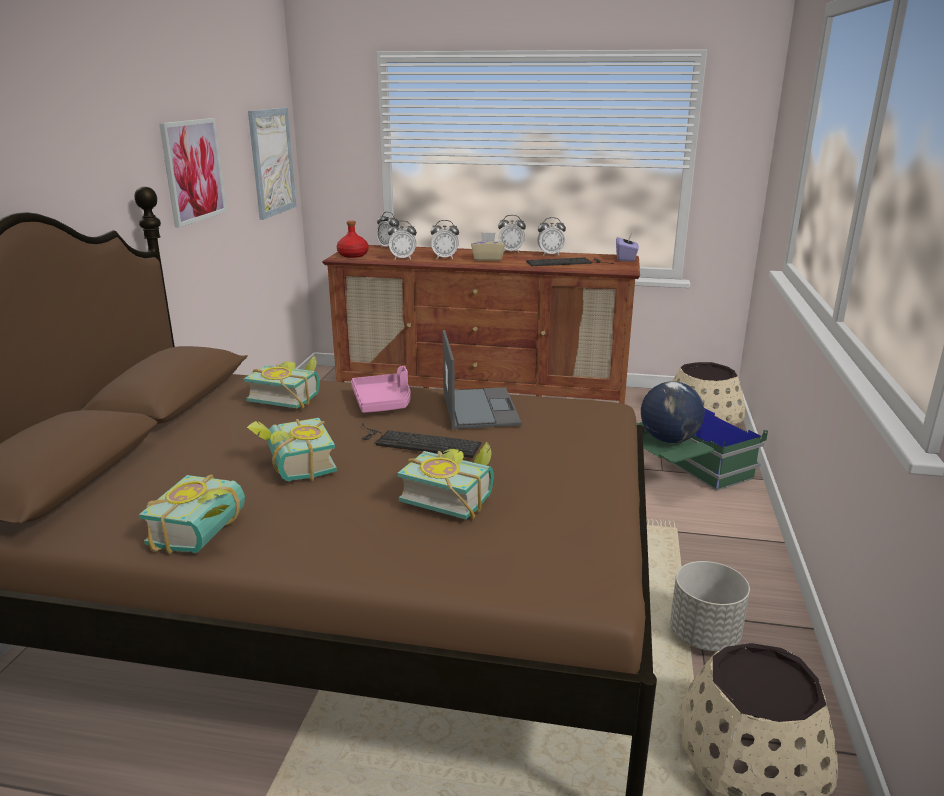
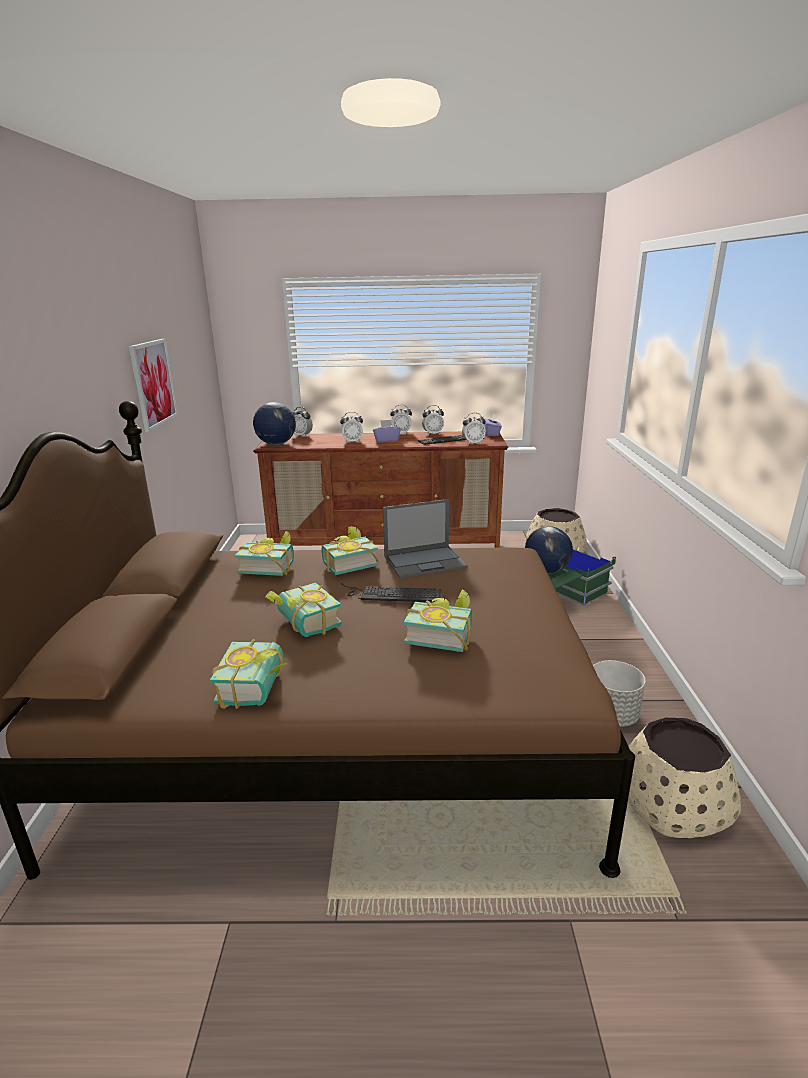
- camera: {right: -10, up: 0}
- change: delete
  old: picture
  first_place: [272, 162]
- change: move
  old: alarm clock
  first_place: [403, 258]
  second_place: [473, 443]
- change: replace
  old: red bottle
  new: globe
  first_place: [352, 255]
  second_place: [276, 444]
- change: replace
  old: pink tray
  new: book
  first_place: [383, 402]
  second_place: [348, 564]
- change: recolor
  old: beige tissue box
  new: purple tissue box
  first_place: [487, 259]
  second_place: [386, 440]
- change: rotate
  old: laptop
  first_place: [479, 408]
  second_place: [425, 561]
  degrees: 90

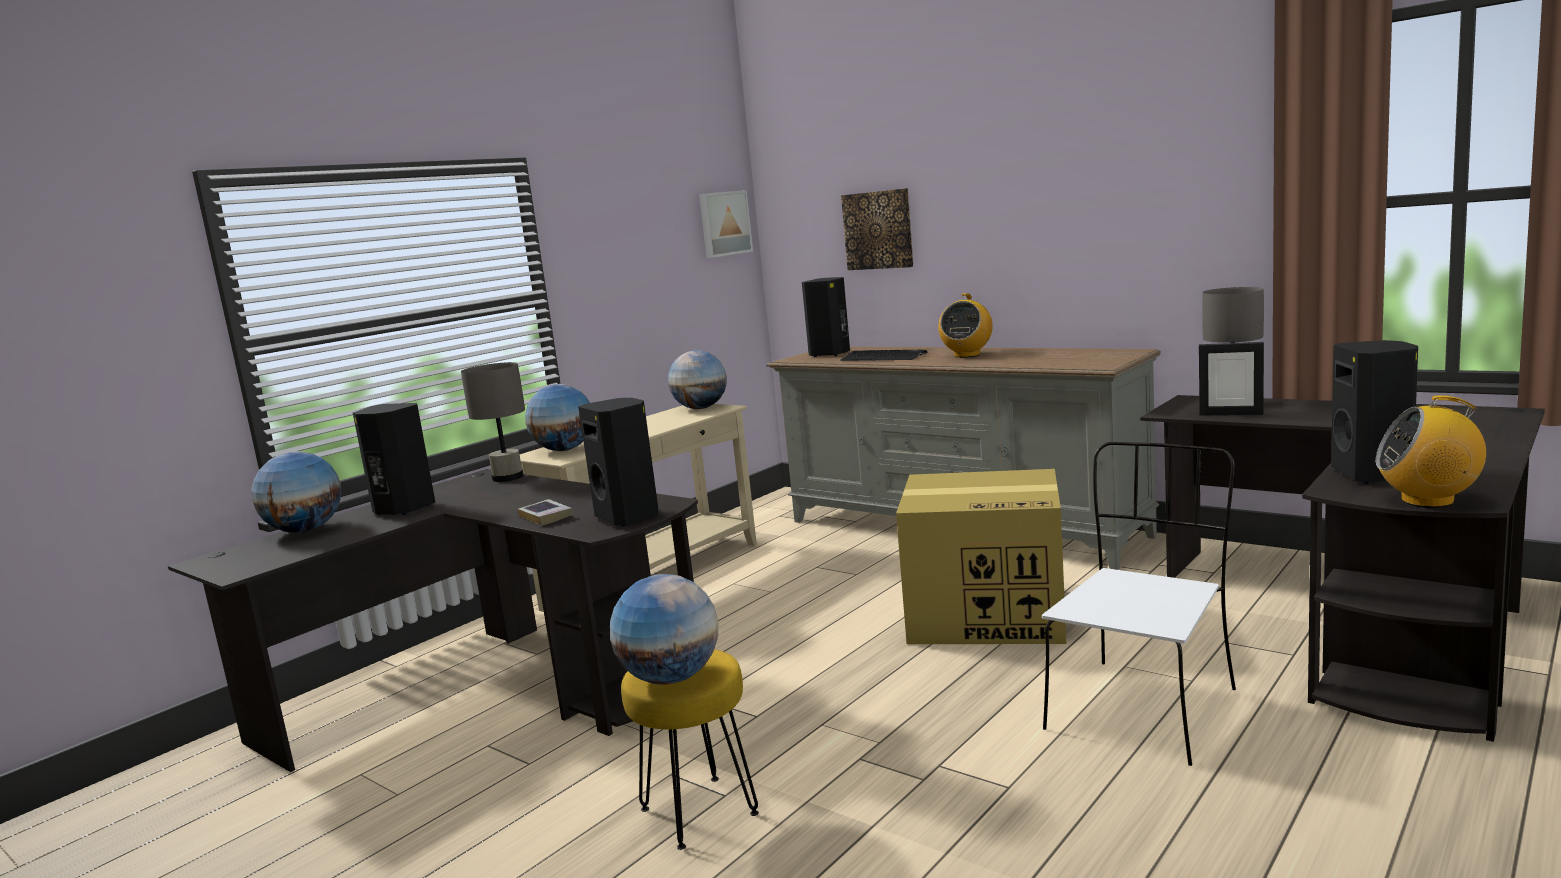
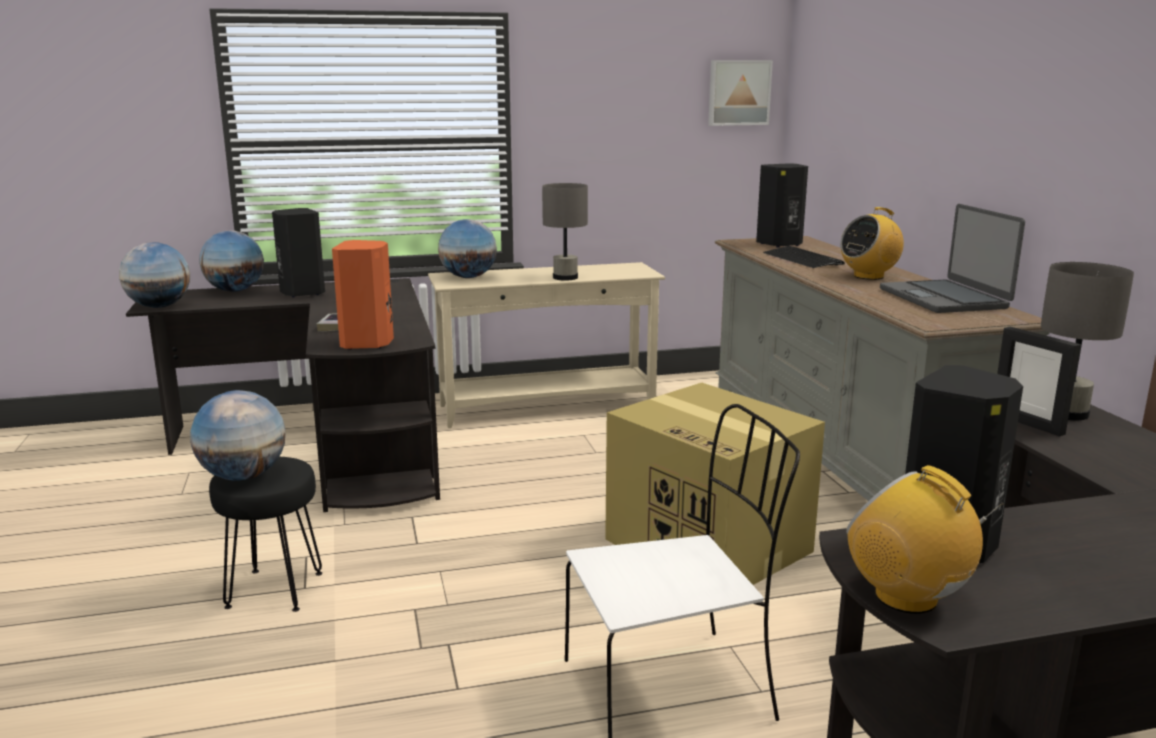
- camera: {right: 35, up: 5}
- change: delete
  old: picture
  first_place: [878, 230]
- change: insert
  new: laptop
  second_place: [944, 298]
- change: move
  old: grey table lamp
  first_place: [508, 477]
  second_place: [565, 278]
- change: move
  old: globe
  first_place: [701, 408]
  second_place: [159, 307]
- change: recolor
  old: black speaker
  new: orange speaker
  first_place: [629, 517]
  second_place: [368, 343]
- change: recolor
  old: yellow stool
  new: black stool
  first_place: [698, 812]
  second_place: [273, 590]

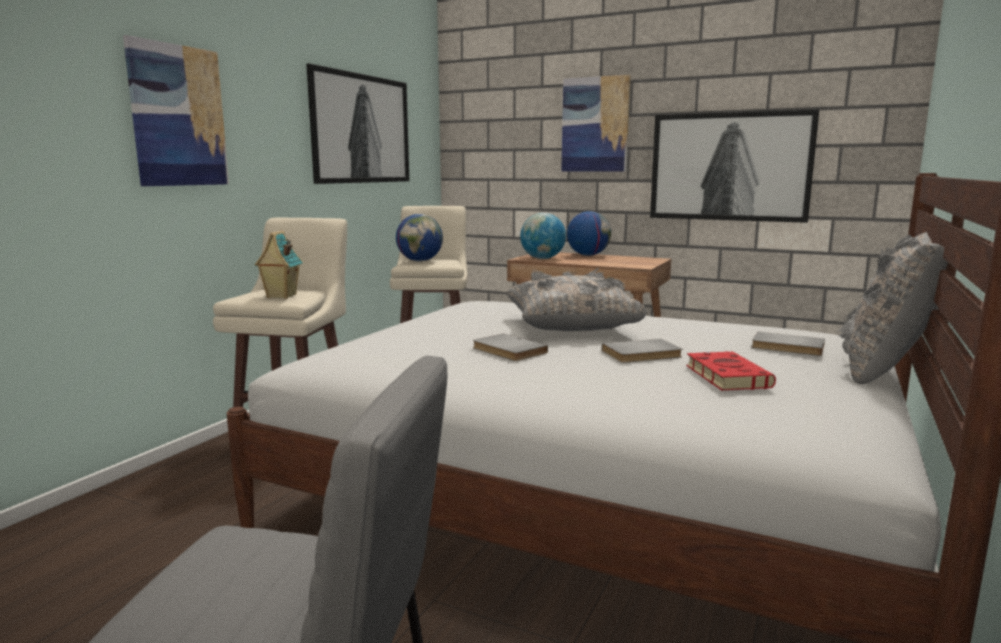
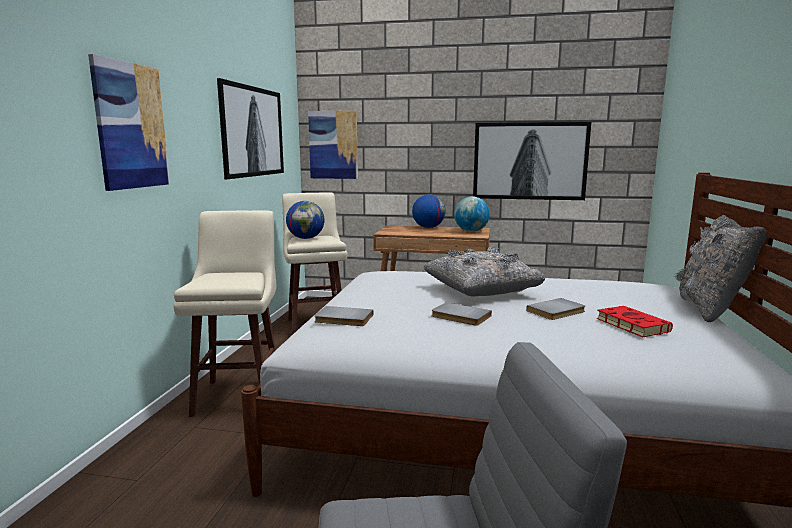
- camera: {right: -15, up: 0}
- change: delete
  old: toy house
  first_place: [280, 296]
- change: move
  old: globe
  first_place: [542, 258]
  second_place: [471, 231]
- change: move
  old: picture
  first_place: [595, 125]
  second_place: [333, 145]
- change: move
  old: grey book
  first_place: [787, 347]
  second_place: [343, 319]

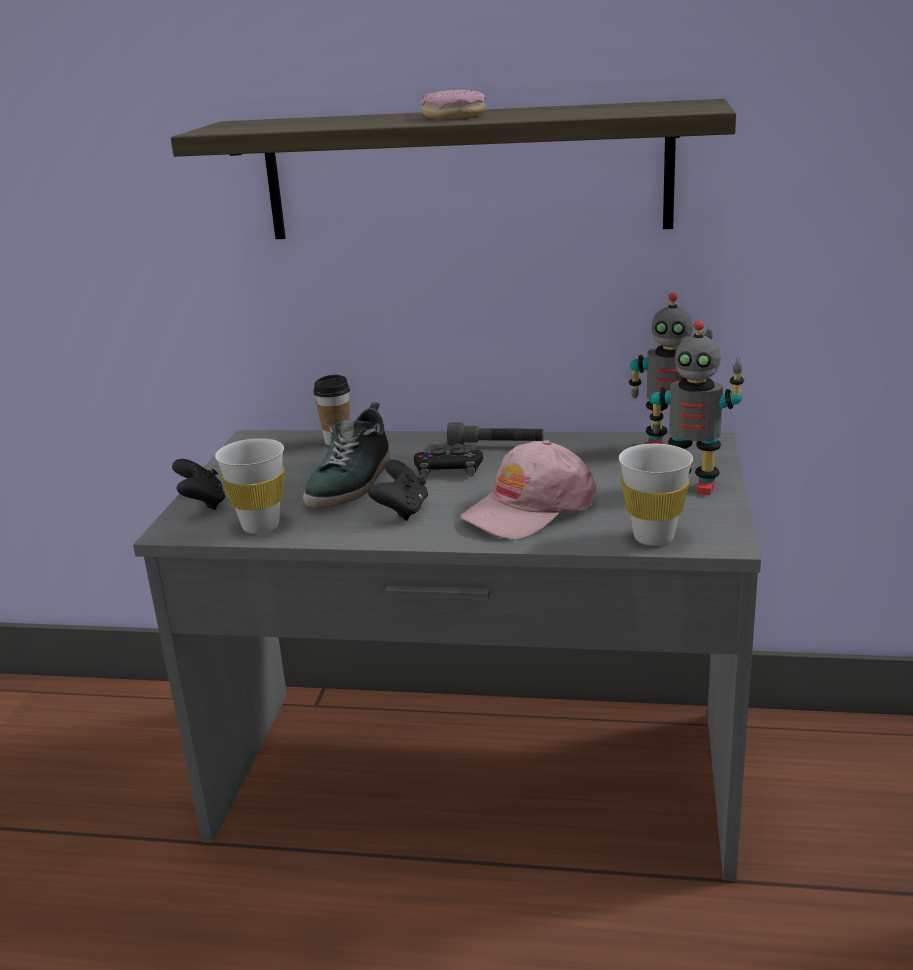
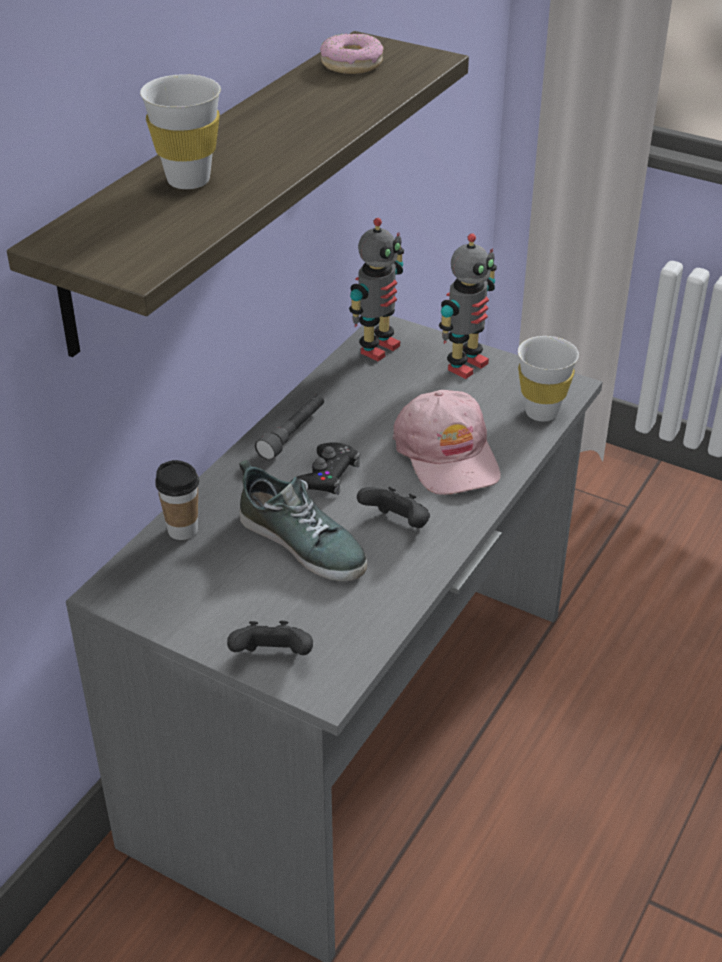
- camera: {right: -70, up: 15}
- change: move
  old: white cup
  first_place: [260, 526]
  second_place: [188, 180]
- change: move
  old: donut
  first_place: [454, 116]
  second_place: [351, 64]

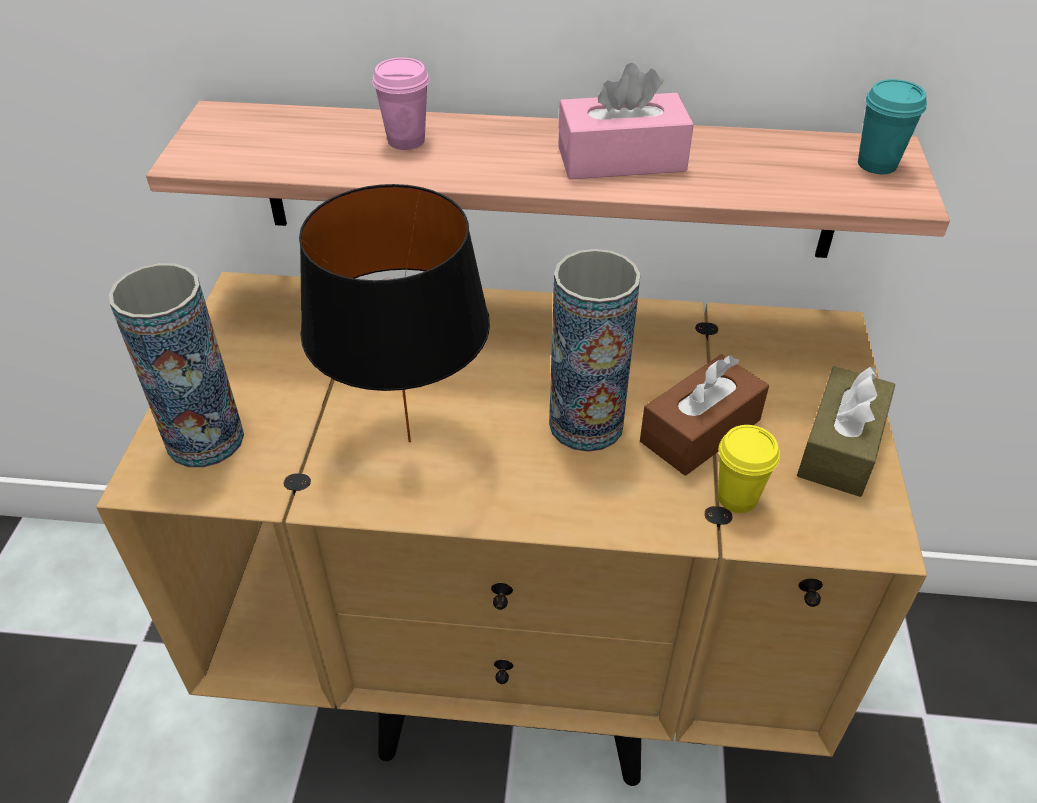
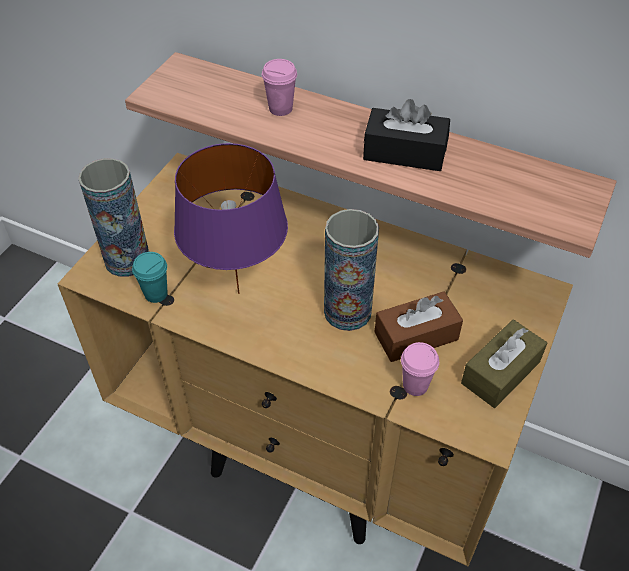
- camera: {right: 20, up: 5}
- change: move
  old: turquoise cup
  first_place: [877, 164]
  second_place: [156, 294]
- change: recolor
  old: black table lamp
  new: purple table lamp
  first_place: [408, 443]
  second_place: [237, 294]
- change: recolor
  old: pink tissue box
  new: black tissue box
  first_place: [621, 159]
  second_place: [404, 152]
- change: recolor
  old: yellow cup
  new: pink cup
  first_place: [737, 498]
  second_place: [415, 385]

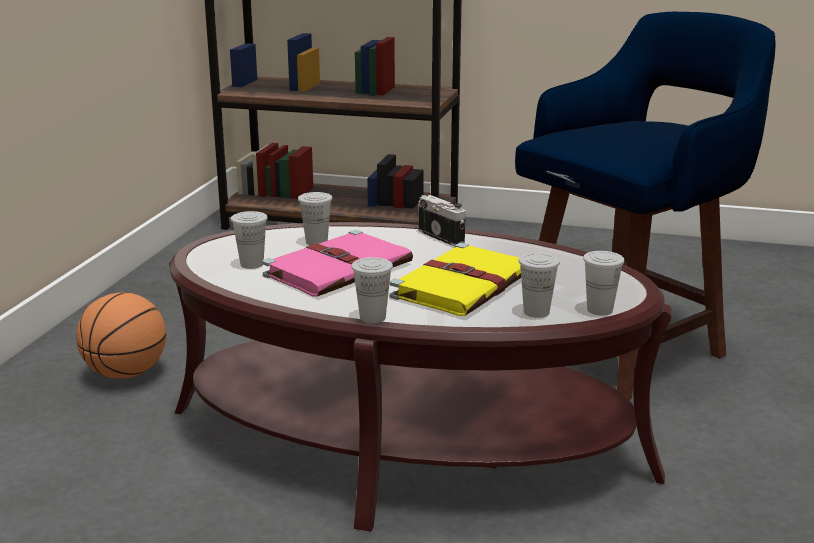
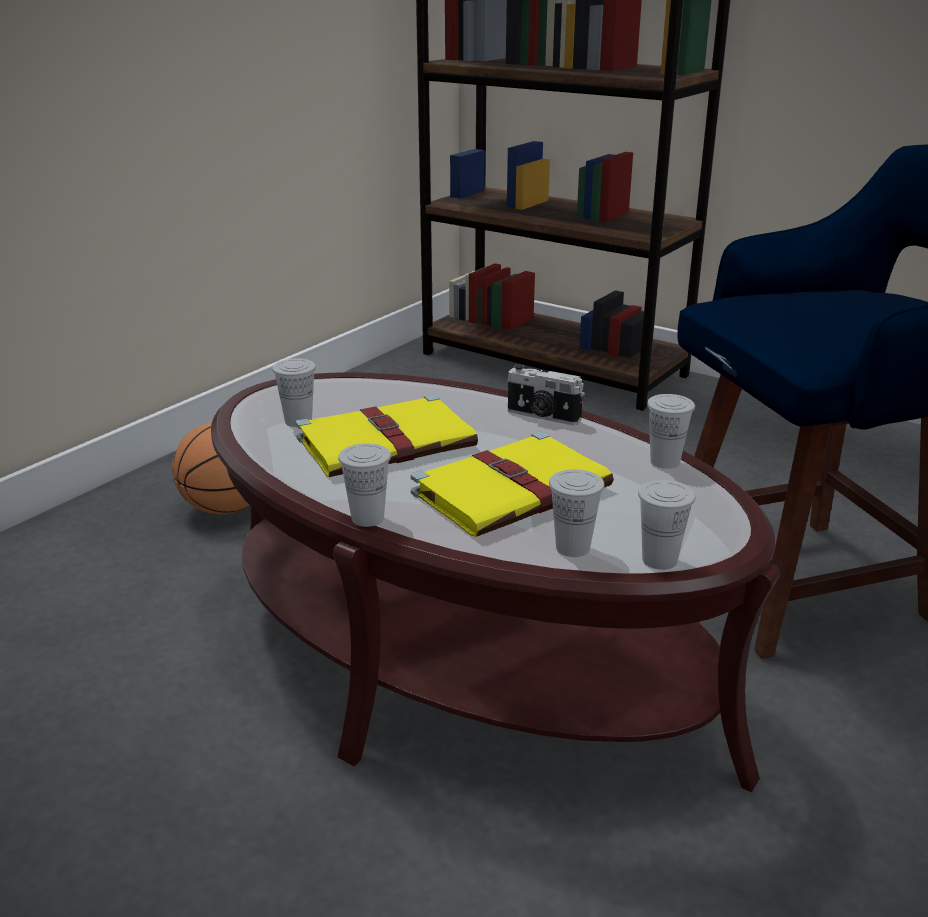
- camera: {right: 20, up: 5}
- change: move
  old: white cup
  first_place: [316, 242]
  second_place: [665, 462]
- change: recolor
  old: pink book
  new: yellow book
  first_place: [340, 268]
  second_place: [389, 442]
- change: rotate
  old: photo camera
  first_place: [442, 237]
  second_place: [542, 416]
  degrees: 135

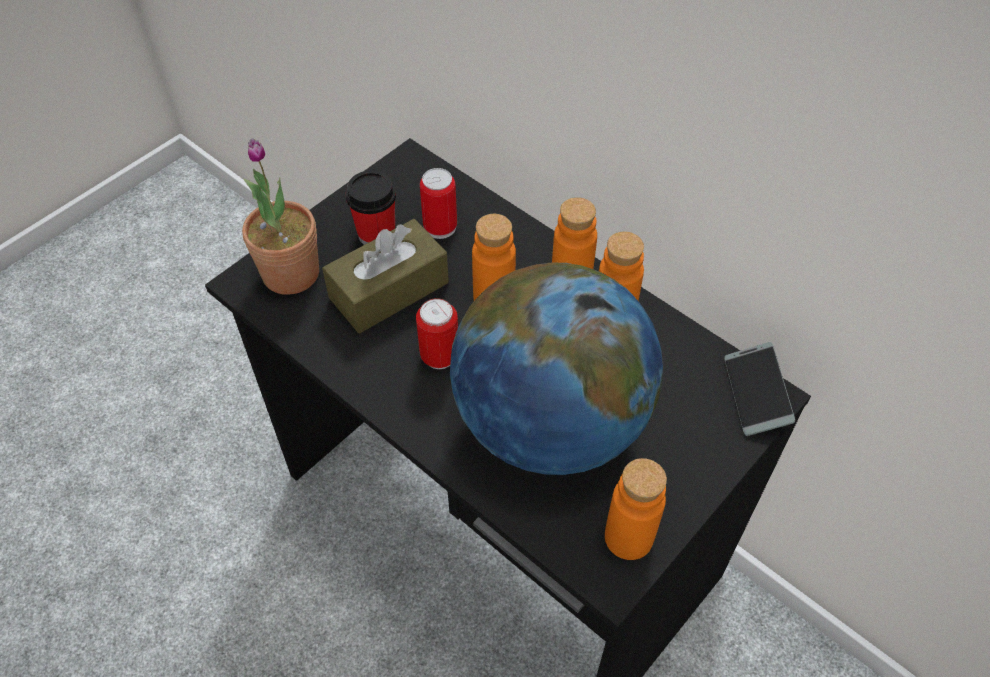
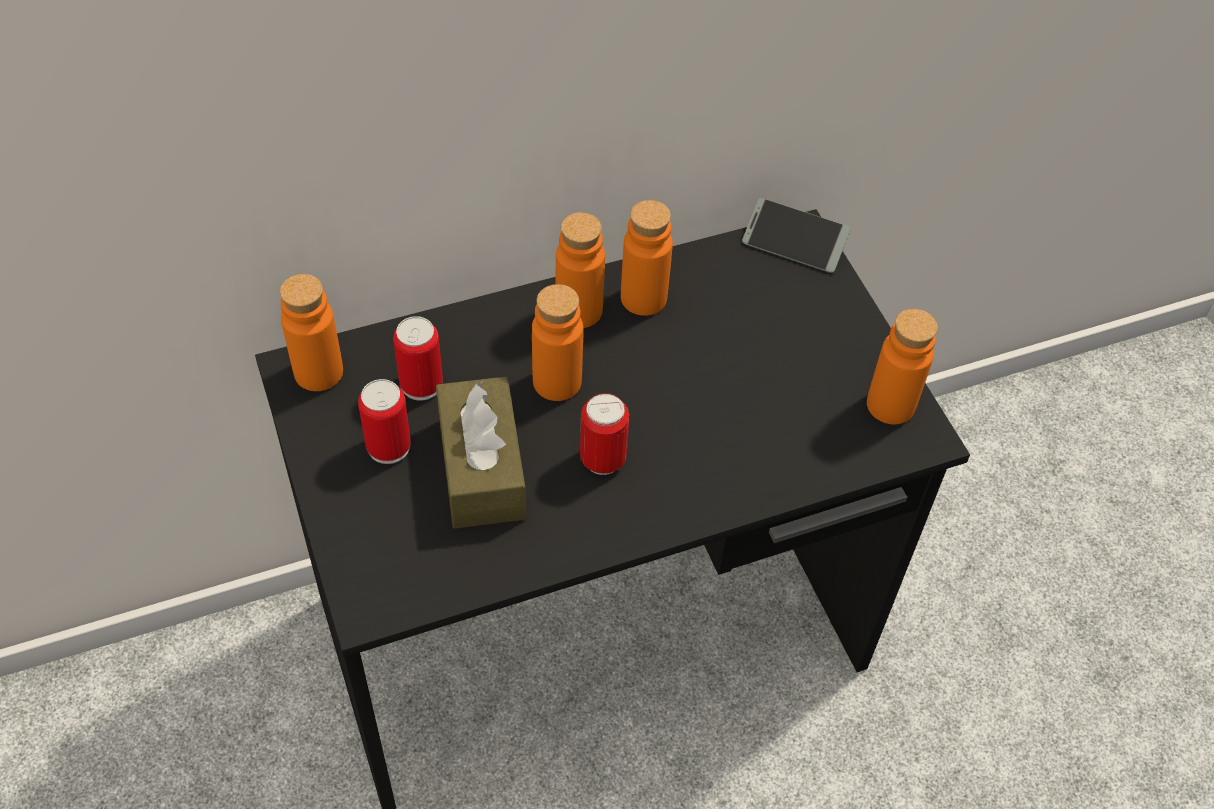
- camera: {right: -65, up: 0}
- change: delete
  old: potted plant
  first_place: [291, 273]
- change: delete
  old: globe
  first_place: [550, 424]
- change: insert
  new: orange bottle
  second_place: [318, 372]
- change: replace
  old: cup
  new: can
  first_place: [376, 234]
  second_place: [388, 446]

